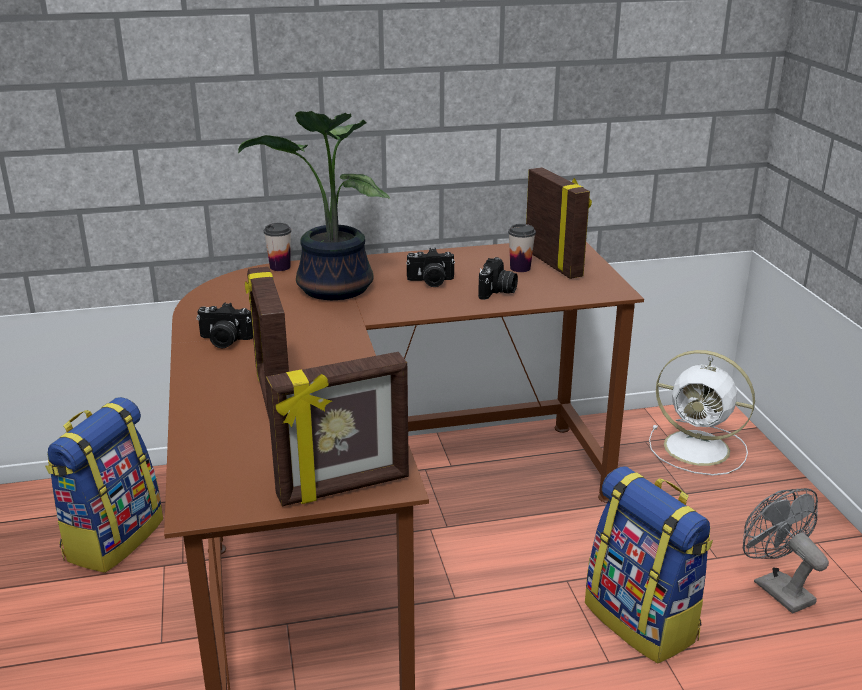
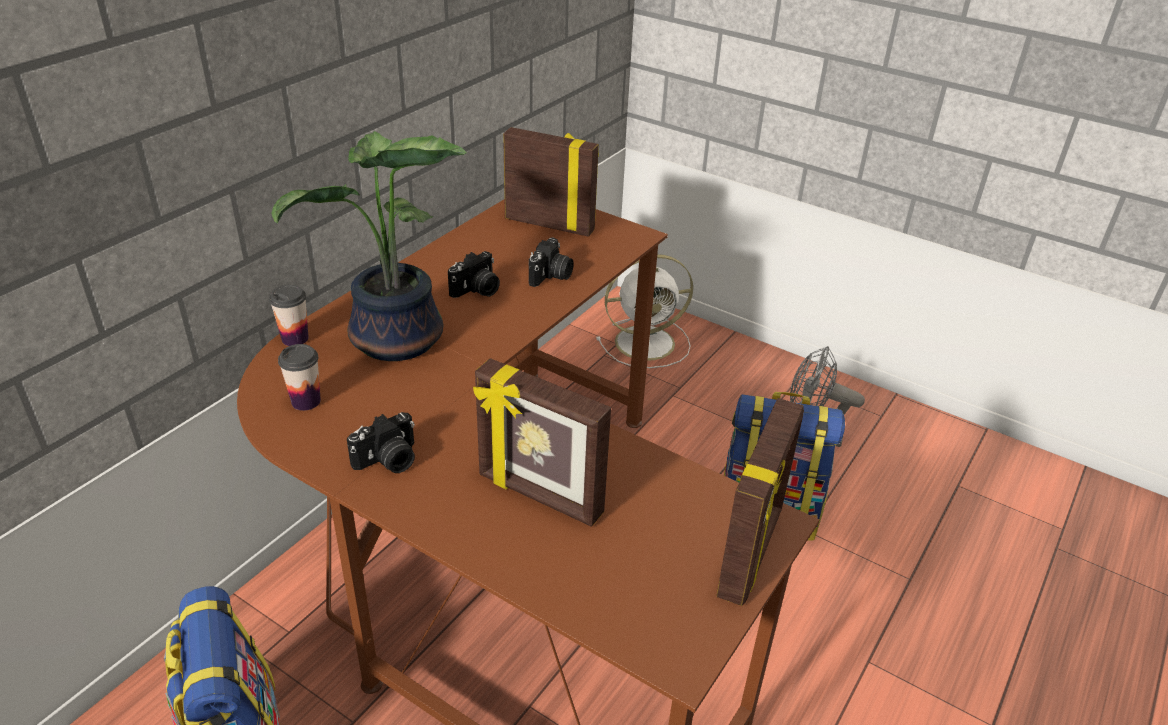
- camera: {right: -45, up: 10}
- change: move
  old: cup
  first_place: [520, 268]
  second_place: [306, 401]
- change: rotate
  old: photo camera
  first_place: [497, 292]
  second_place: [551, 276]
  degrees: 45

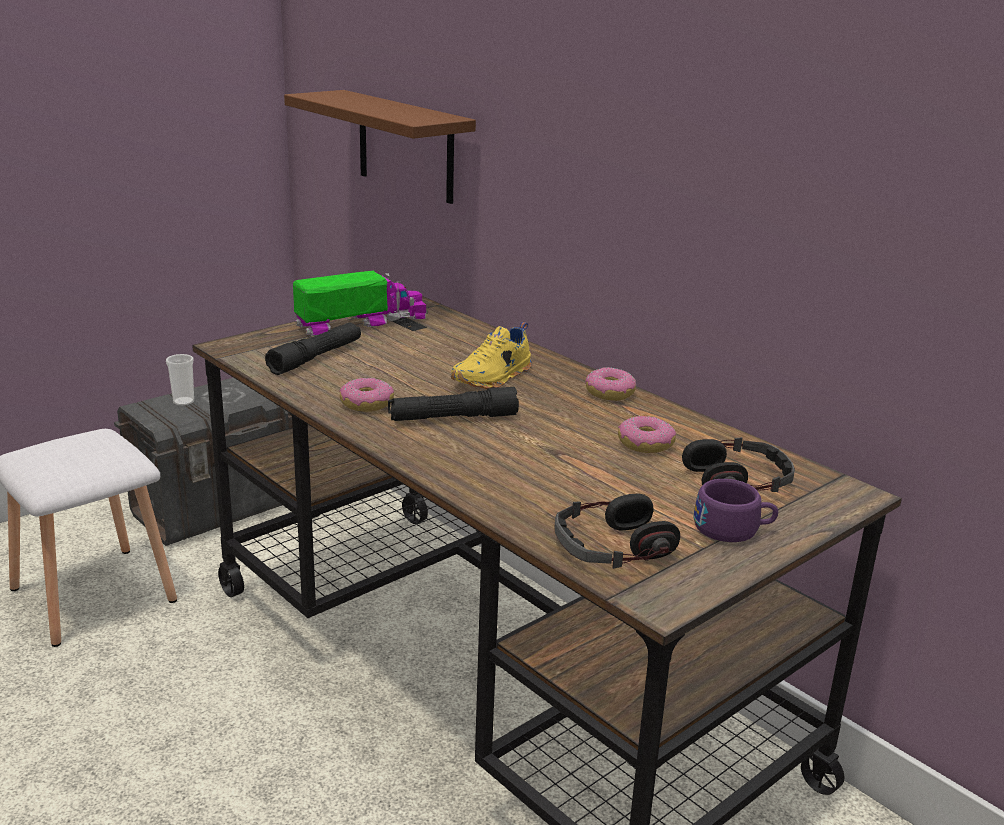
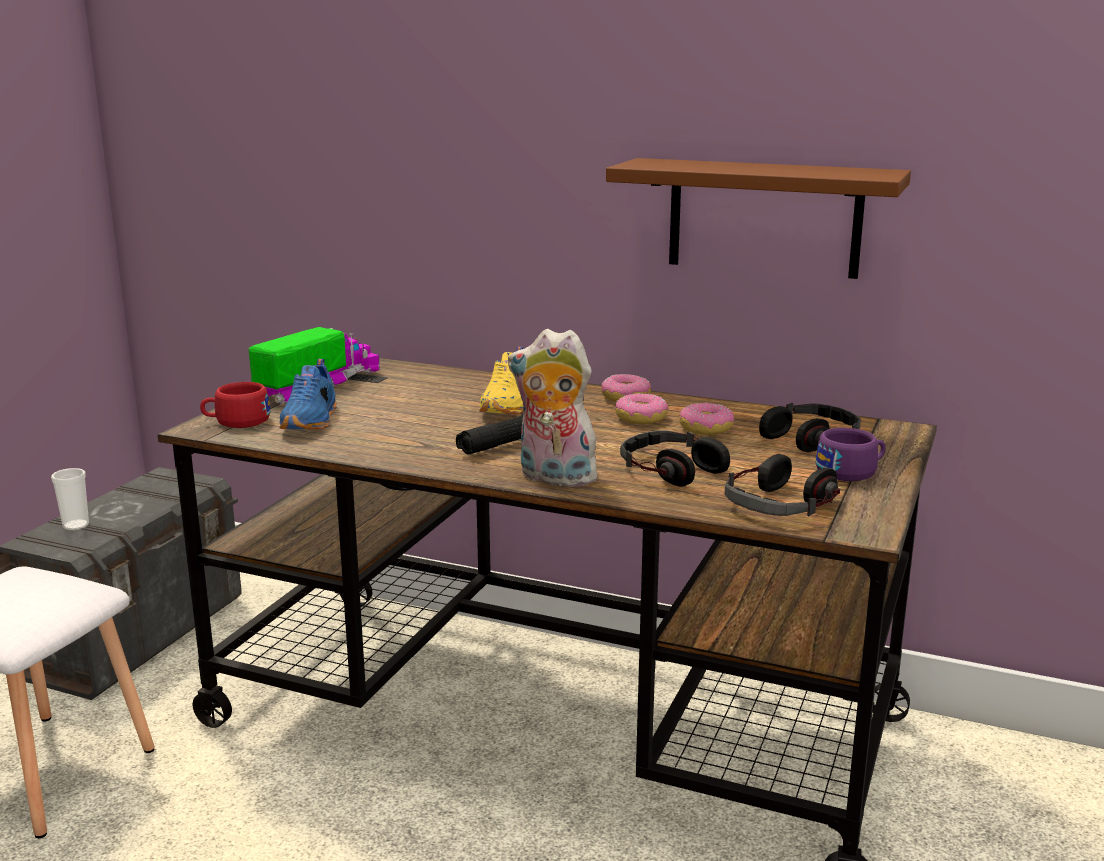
- camera: {right: -25, up: -5}
- change: insert
  new: red cup
  second_place: [236, 422]
- change: insert
  new: plush toy
  second_place: [553, 478]
- change: insert
  new: headphones
  second_place: [671, 469]
- change: move
  old: brown shelf
  first_place: [405, 146]
  second_place: [764, 217]
- change: move
  old: donut
  first_place: [366, 404]
  second_place: [641, 418]
- change: replace
  old: black flashlight
  new: blue shoe
  first_place: [316, 357]
  second_place: [312, 421]

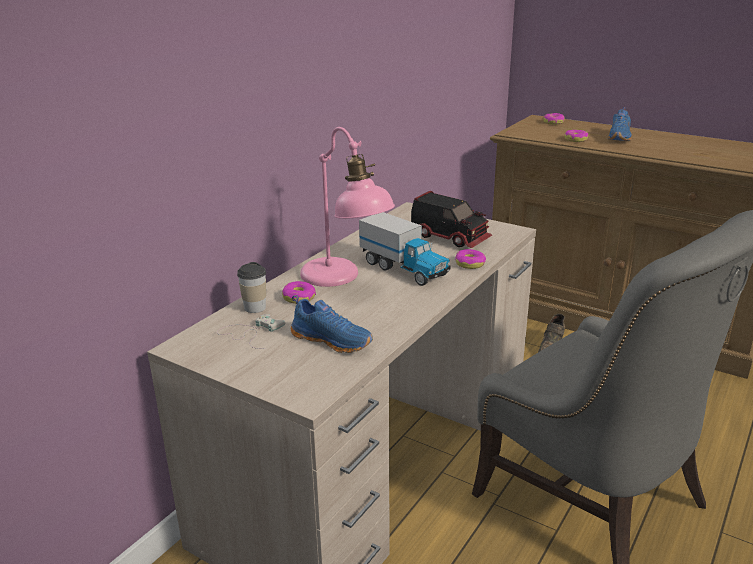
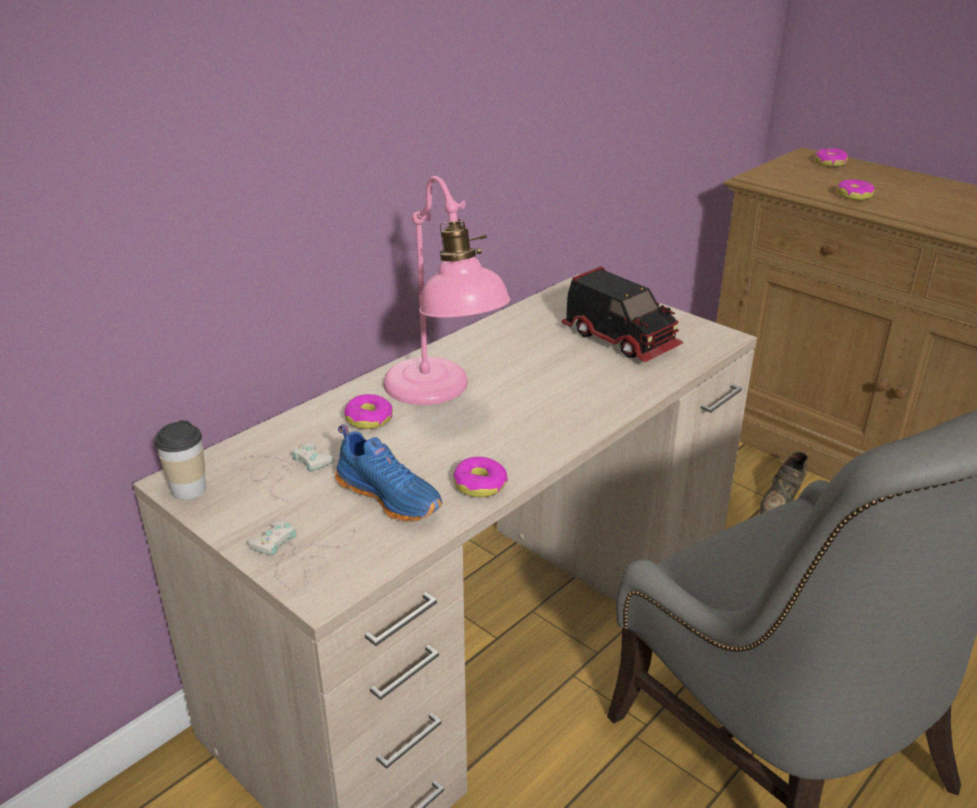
- camera: {right: 10, up: 5}
- change: delete
  old: toy truck
  first_place: [404, 269]
- change: delete
  old: blue shoe
  first_place: [620, 137]
- change: insert
  new: white game controller
  second_place: [297, 557]
- change: move
  old: cup
  first_place: [255, 308]
  second_place: [188, 489]
- change: move
  old: donut
  first_place: [470, 264]
  second_place: [480, 484]

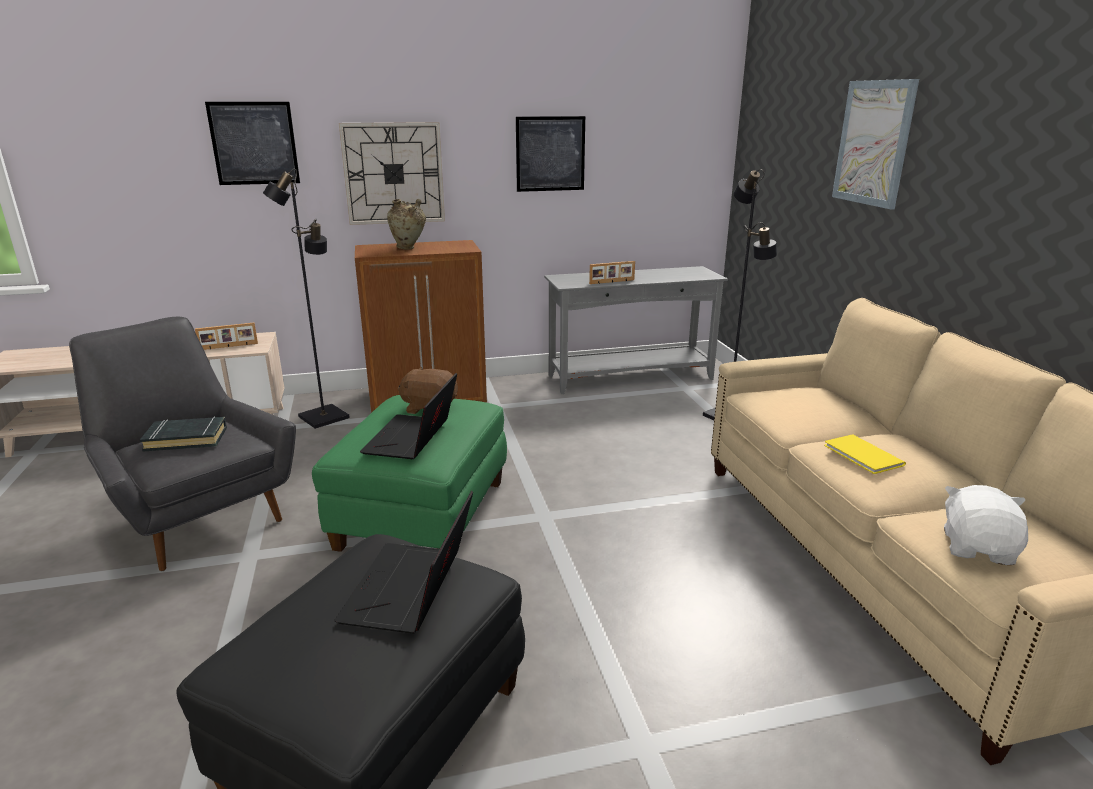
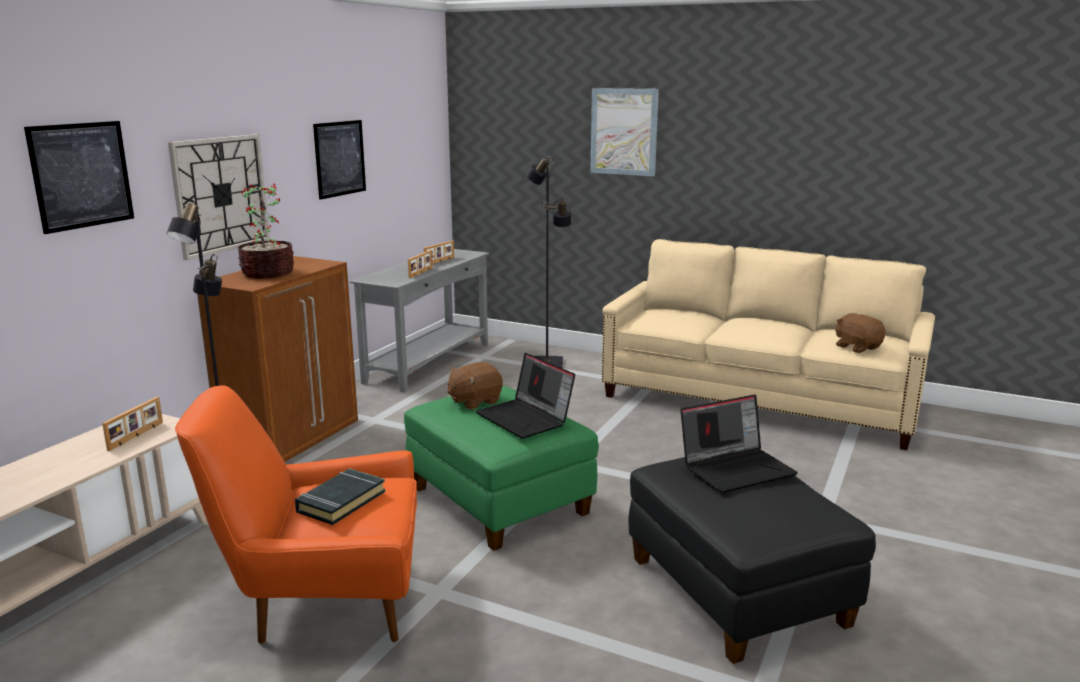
- camera: {right: -50, up: -5}
- change: delete
  old: yellow book
  first_place: [863, 456]
- change: insert
  new: picture frame
  second_place: [440, 261]
- change: replace
  old: beige vase
  new: potted plant
  first_place: [408, 248]
  second_place: [268, 273]
- change: recolor
  old: grey armchair
  new: orange armchair
  first_place: [198, 518]
  second_place: [324, 604]
- change: recolor
  old: white plush toy
  new: brown plush toy
  first_place: [978, 548]
  second_place: [857, 347]
- change: rotate
  old: laptop
  first_place: [411, 590]
  second_place: [737, 468]
  degrees: -75

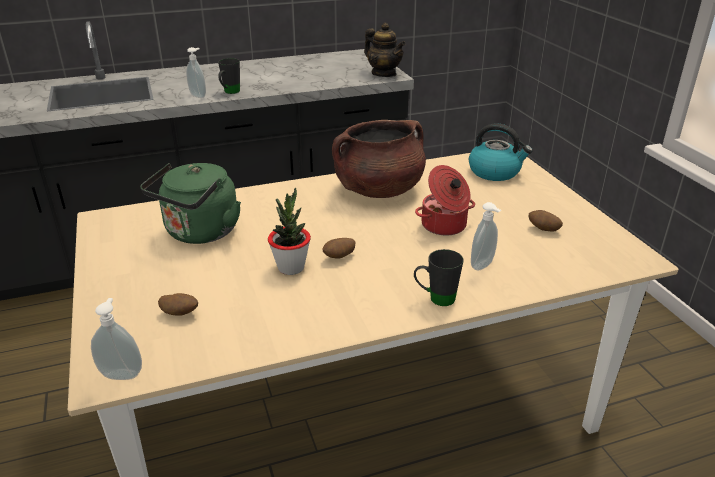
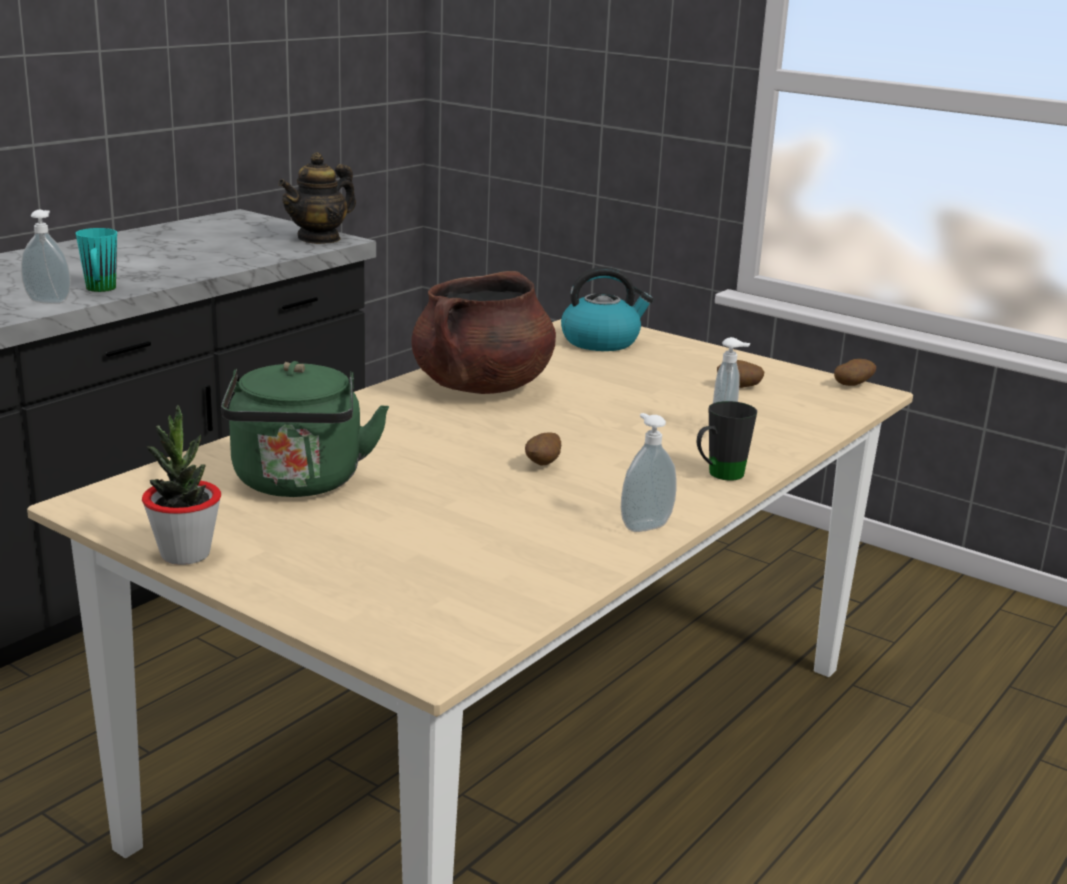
- camera: {right: -35, up: -10}
- change: delete
  old: cooking pot
  first_place: [444, 226]
- change: move
  old: soap dispenser
  first_place: [122, 373]
  second_place: [644, 525]
- change: move
  old: potato
  first_place: [180, 314]
  second_place: [852, 385]
- change: move
  old: potted plant
  first_place: [291, 267]
  second_place: [185, 554]
- change: recolor
  old: black mug
  new: turquoise mug
  first_place: [229, 92]
  second_place: [100, 290]
- change: rotate
  old: teapot
  first_place: [384, 74]
  second_place: [319, 239]
  degrees: 120

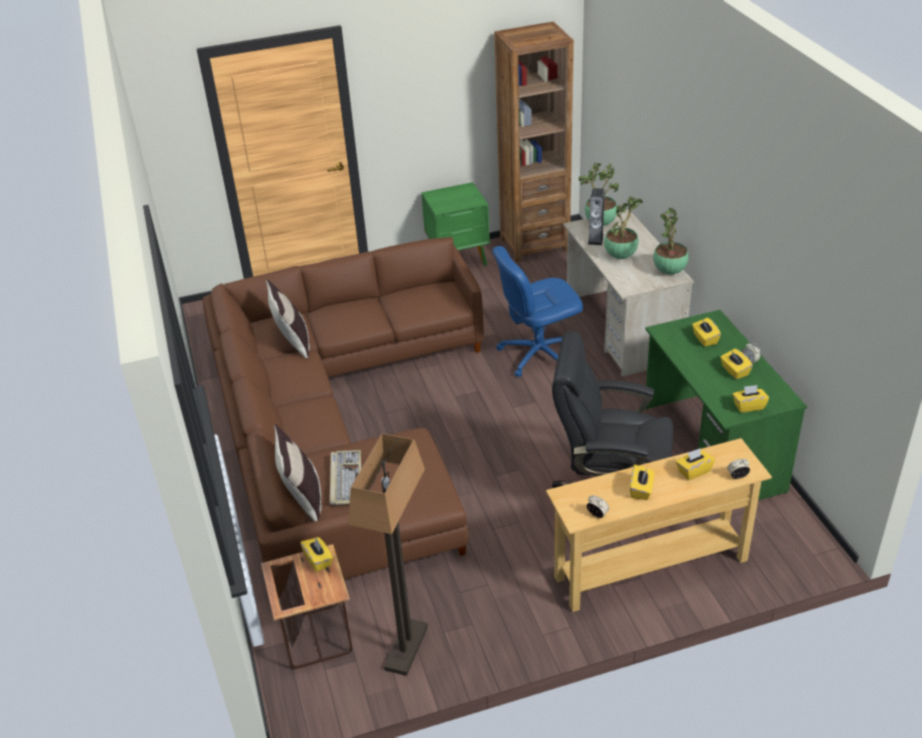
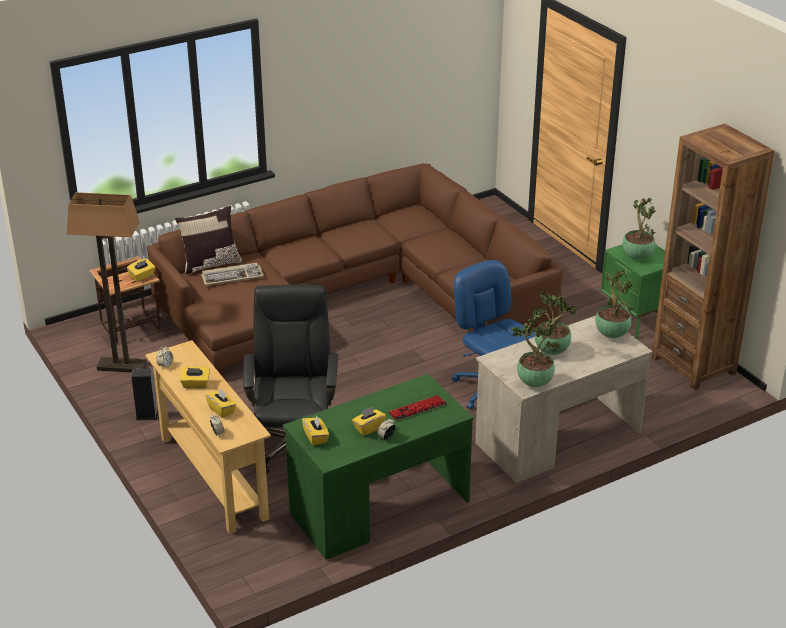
- camera: {right: 75, up: -5}
- change: delete
  old: pillow
  first_place: [292, 343]
- change: insert
  new: potted plant
  second_place: [636, 257]
- change: move
  old: speaker
  first_place: [595, 239]
  second_place: [147, 415]
- change: replace
  old: yellow tissue box
  new: keyboard
  first_place: [705, 339]
  second_place: [417, 409]

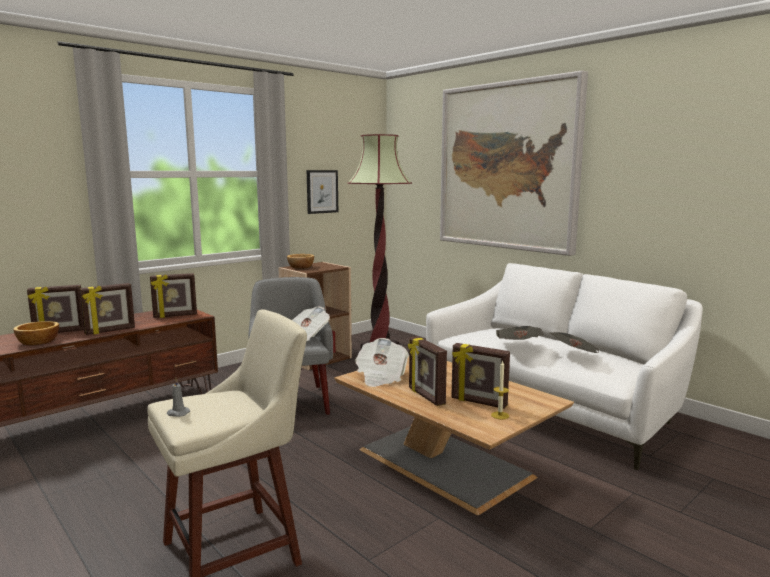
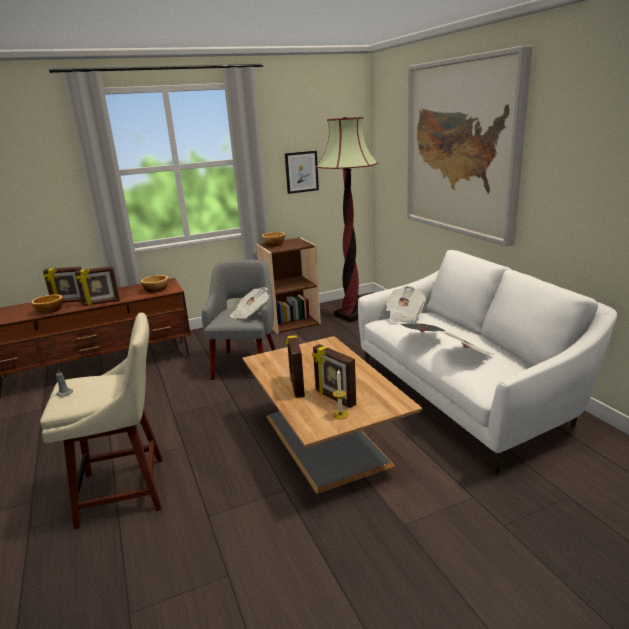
- camera: {right: 20, up: 10}
- change: move
  old: newspaper
  first_place: [381, 377]
  second_place: [403, 315]
- change: replace
  old: picture frame
  new: bowl
  first_place: [175, 316]
  second_place: [156, 289]

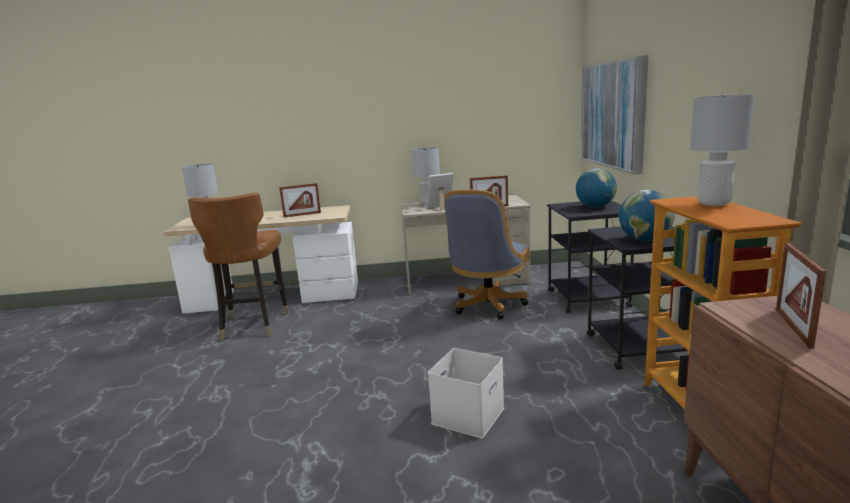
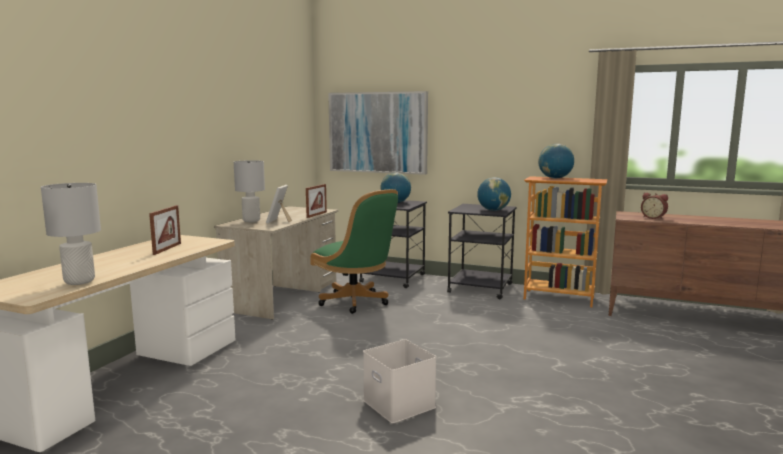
- camera: {right: -65, up: -5}
- change: delete
  old: brown chair
  first_place: [253, 325]
- change: move
  old: white storage box
  first_place: [469, 416]
  second_place: [400, 404]
- change: replace
  old: grey table lamp
  new: globe
  first_place: [714, 204]
  second_place: [555, 178]
- change: replace
  old: picture frame
  new: alarm clock
  first_place: [793, 327]
  second_place: [653, 218]
- change: recolor
  old: blue office chair
  new: green office chair
  first_place: [487, 308]
  second_place: [358, 303]

